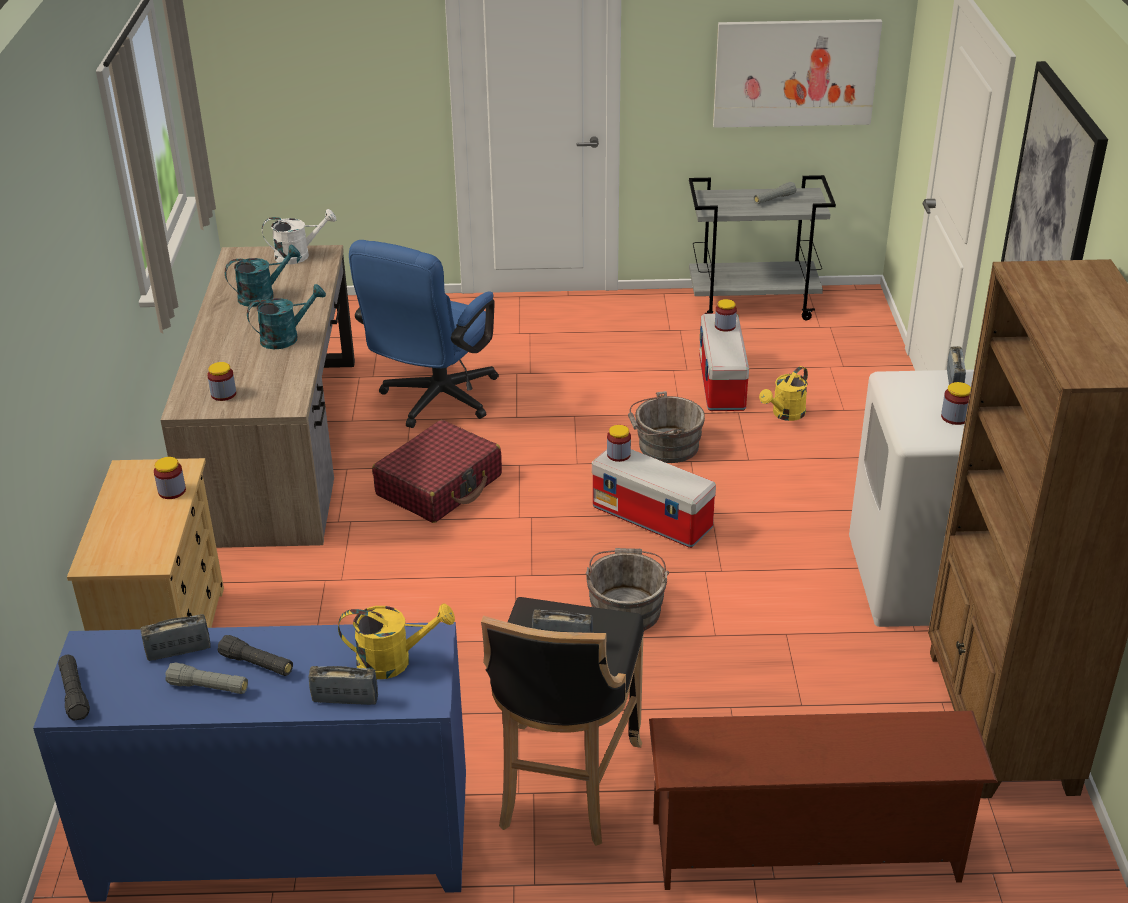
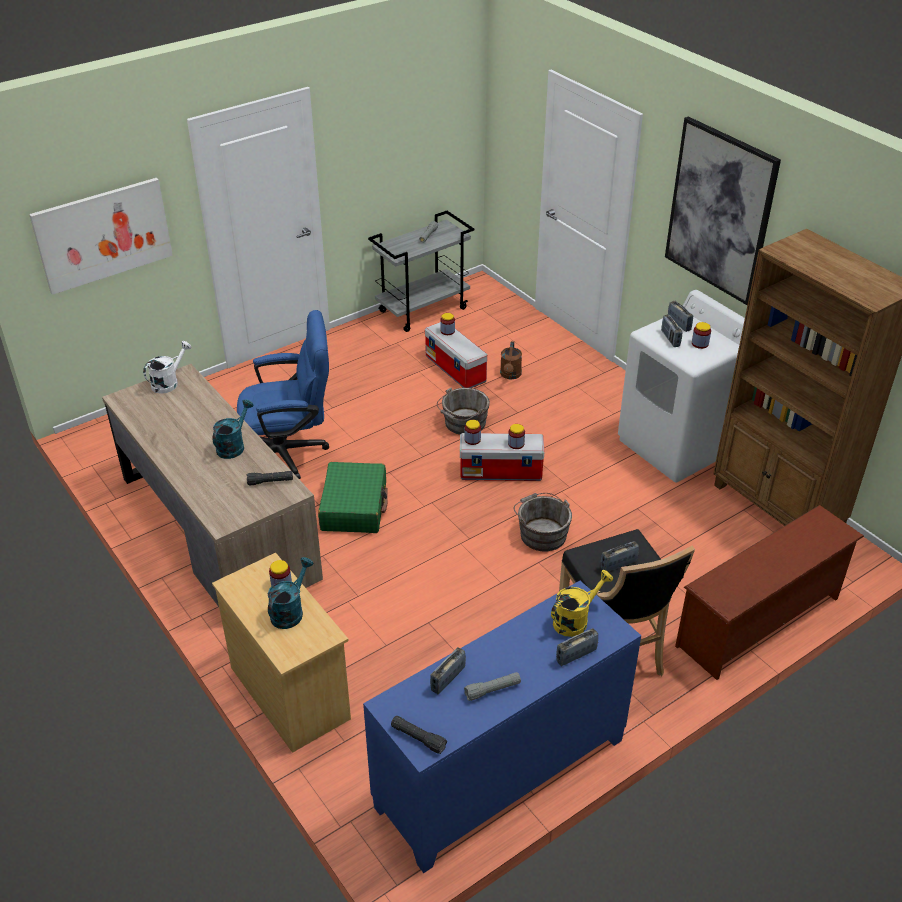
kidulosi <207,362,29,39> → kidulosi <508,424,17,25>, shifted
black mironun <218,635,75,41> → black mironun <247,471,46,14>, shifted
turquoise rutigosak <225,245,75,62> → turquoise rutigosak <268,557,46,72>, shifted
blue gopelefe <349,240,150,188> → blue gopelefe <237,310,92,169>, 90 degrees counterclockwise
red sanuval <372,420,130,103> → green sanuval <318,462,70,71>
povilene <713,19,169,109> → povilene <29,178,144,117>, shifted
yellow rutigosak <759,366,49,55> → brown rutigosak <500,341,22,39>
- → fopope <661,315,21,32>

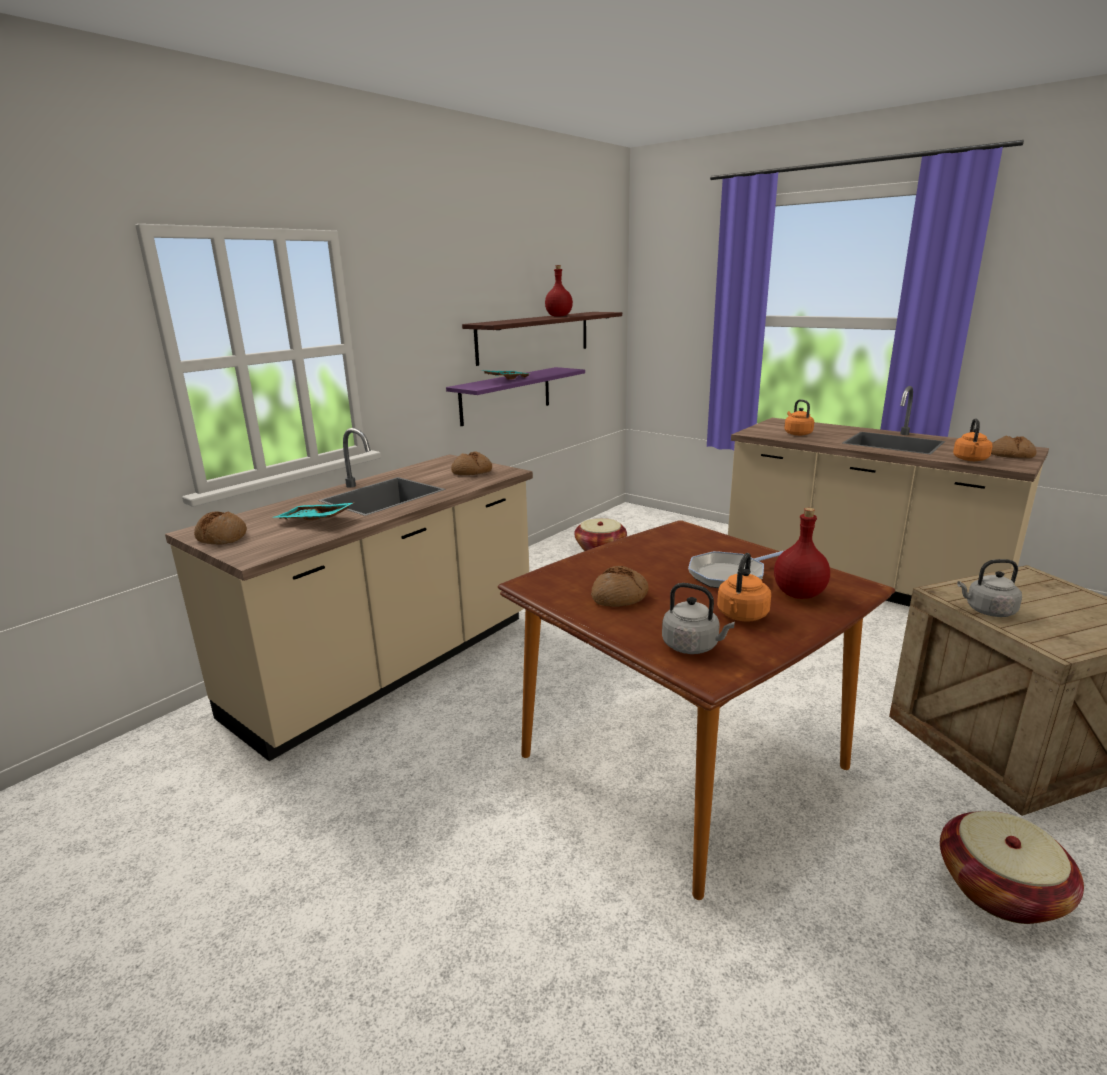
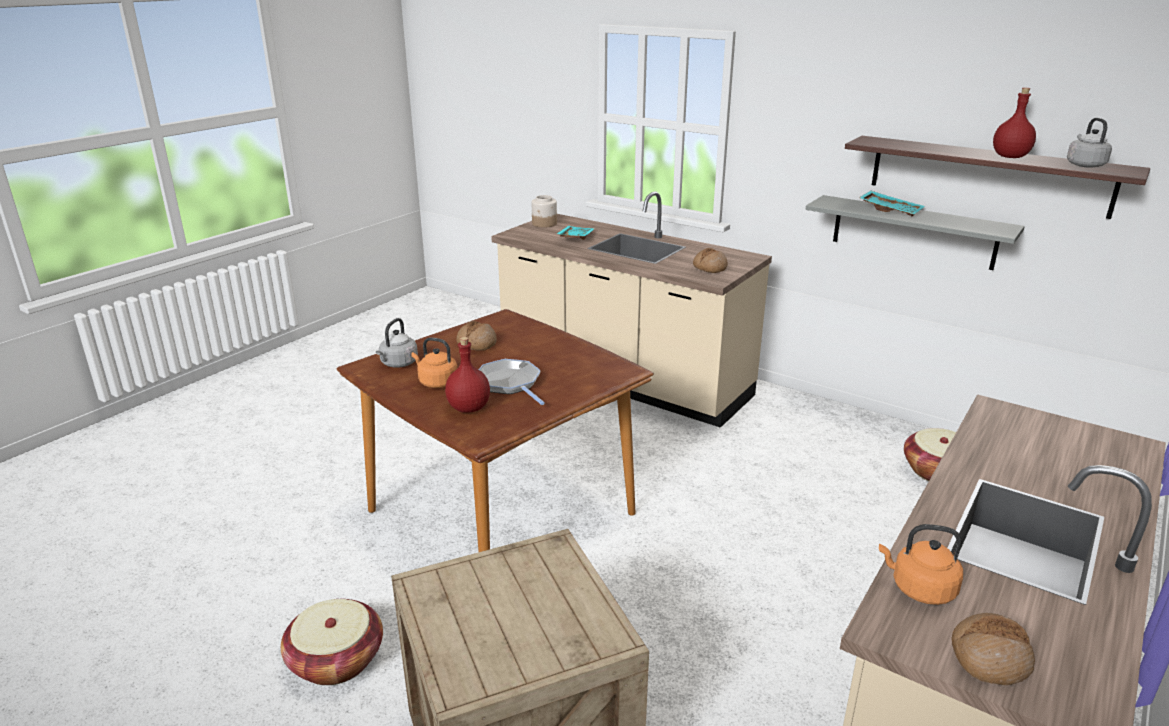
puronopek <194,511,53,34> → kidulosi <532,195,25,32>
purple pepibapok <446,367,139,59> → grey pepibapok <806,195,219,75>
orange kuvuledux <784,399,30,37> → -
grey kuvuledux <957,559,65,58> → grey kuvuledux <1067,118,45,50>, shifted

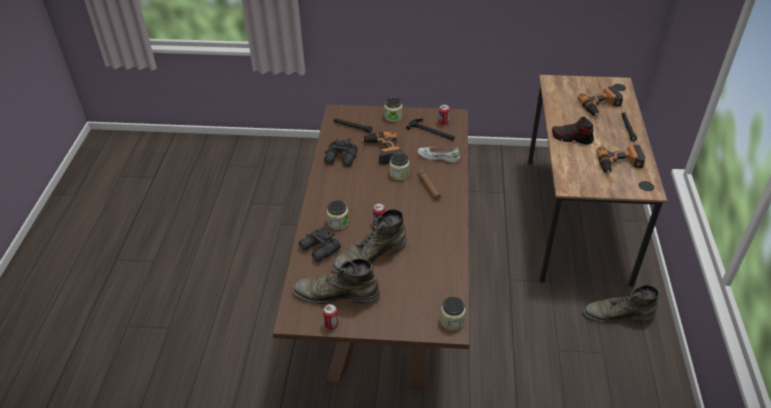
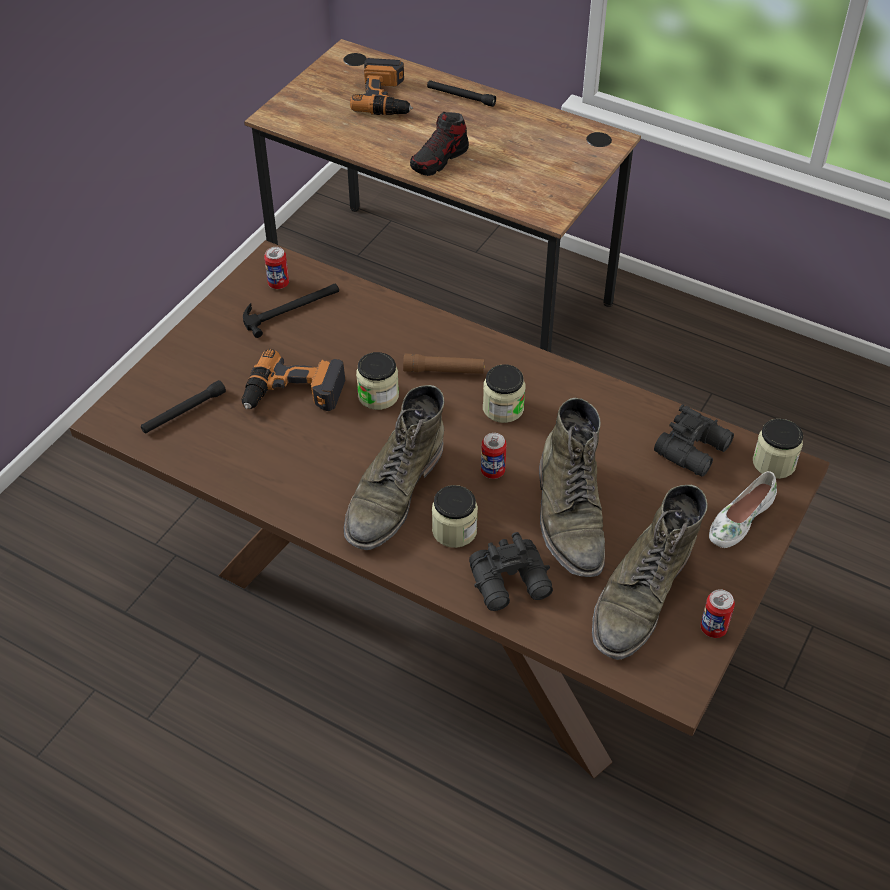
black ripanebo <324,138,34,29> → black ripanebo <654,404,80,73>, shifted
kidulosi <384,97,18,25> → kidulosi <483,364,42,59>, shifted
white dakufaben <418,147,42,16> → white dakufaben <709,471,68,77>, shifted
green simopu <583,285,76,38> → green simopu <344,385,101,165>, shifted
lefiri <596,145,50,29> → -

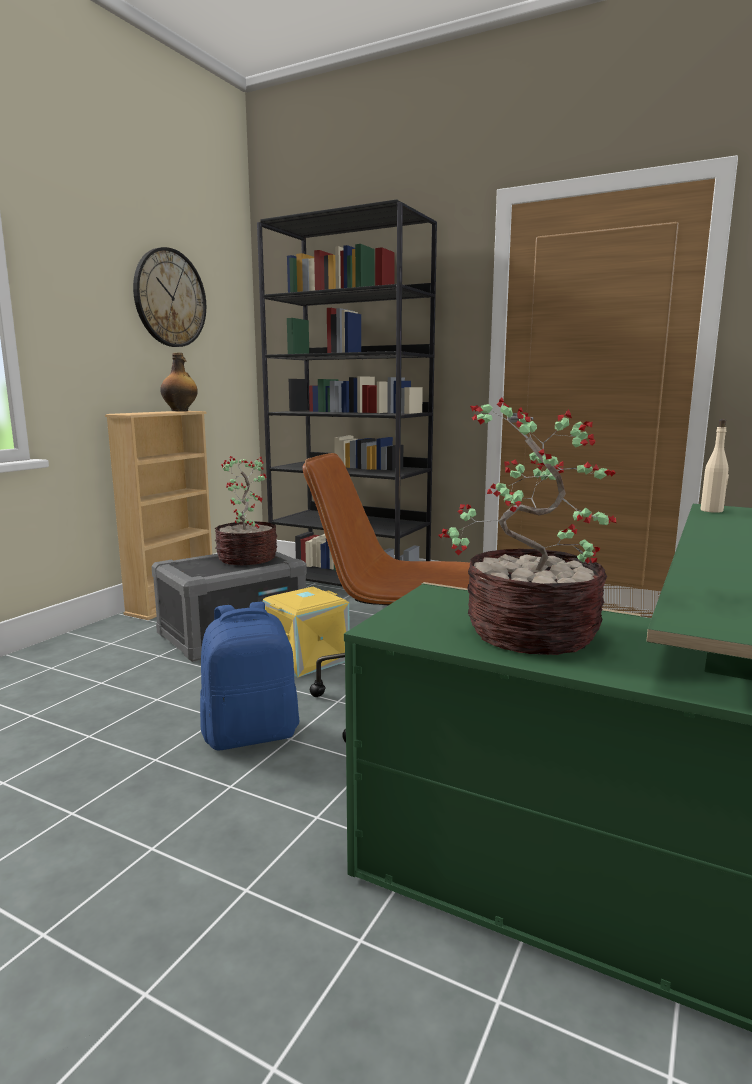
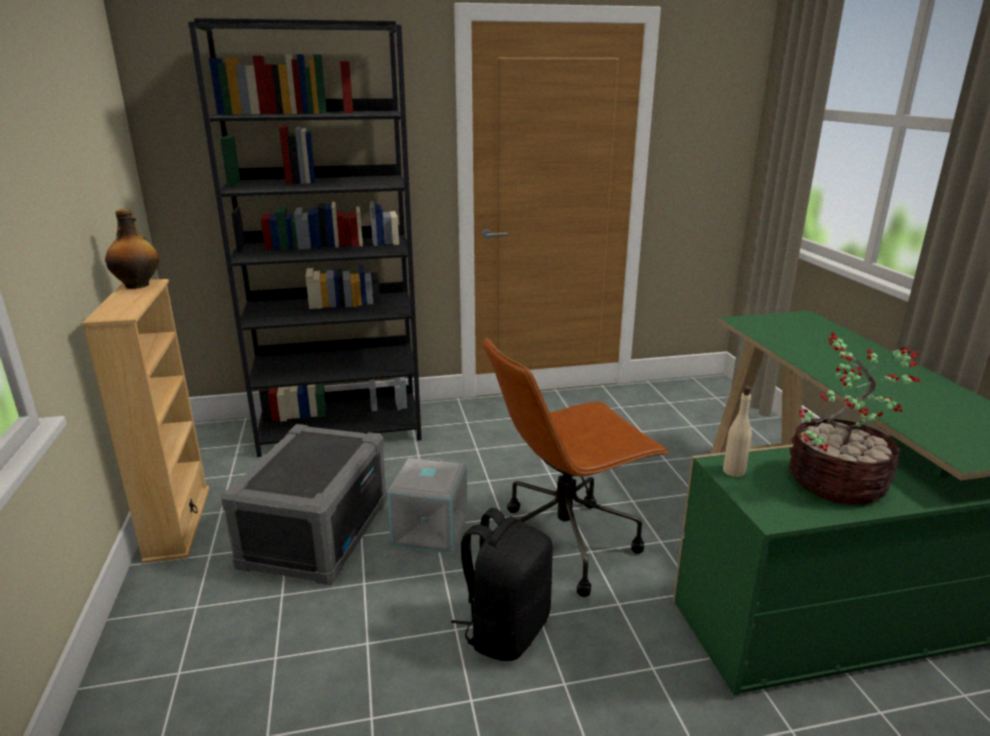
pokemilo <133,247,73,100> → -
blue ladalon <200,601,99,150> → black ladalon <451,508,102,153>
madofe <215,456,62,109> → -
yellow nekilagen <263,587,87,90> → grey nekilagen <387,457,81,97>
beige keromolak <701,419,28,94> → beige keromolak <723,386,29,91>, shifted

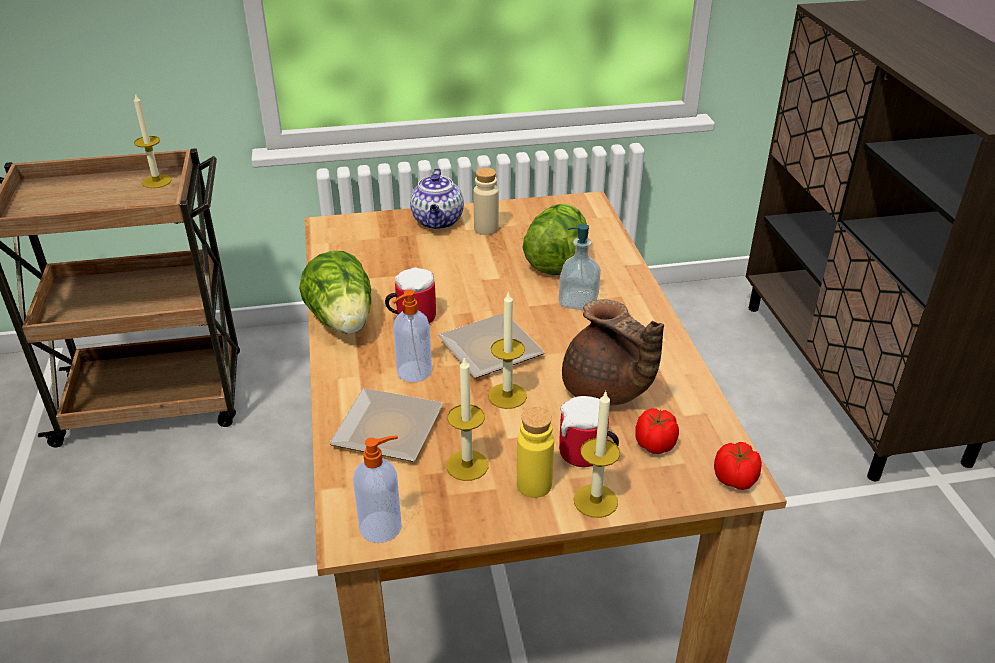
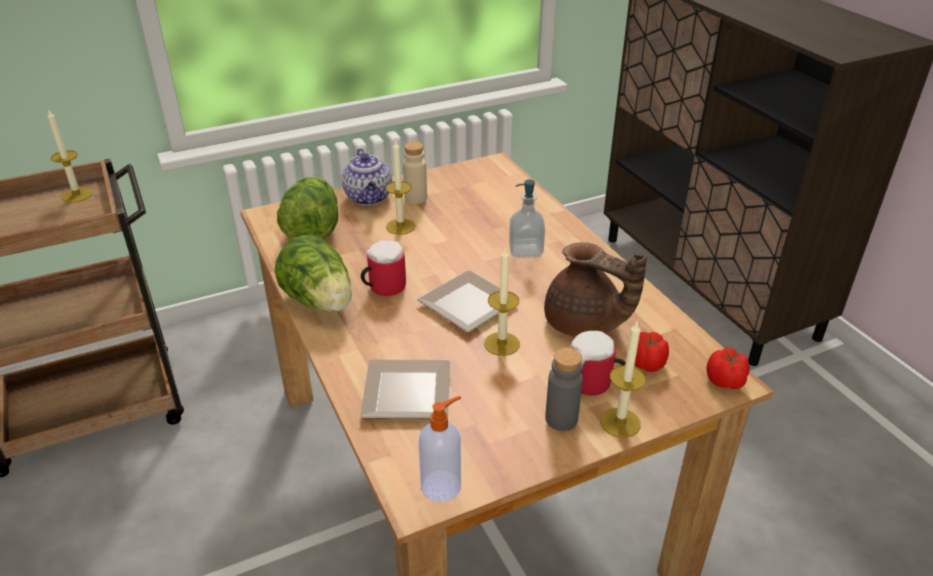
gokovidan <393,290,39,92> → -
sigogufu <446,356,42,125> → sigogufu <386,139,29,96>, shifted
yellow keromolak <517,407,37,91> → grey keromolak <545,347,38,84>
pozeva <522,203,66,72> → pozeva <277,176,61,64>, shifted

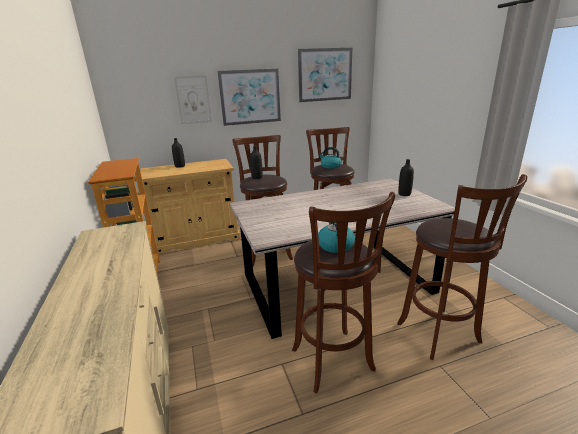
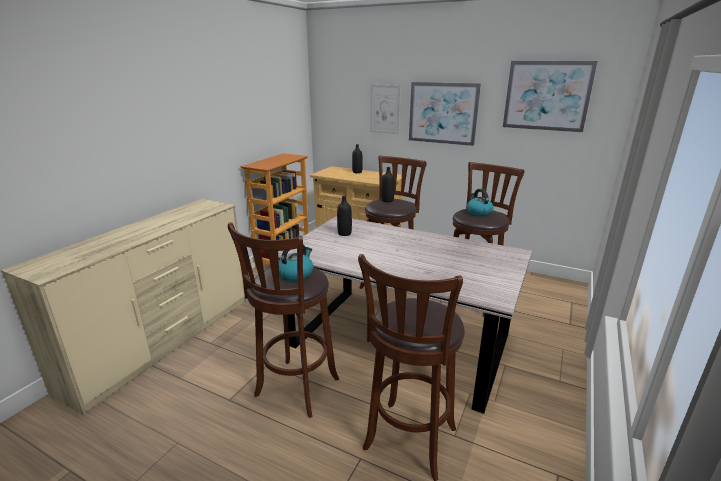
black keromolak <398,159,16,37> → black keromolak <337,196,15,40>, shifted

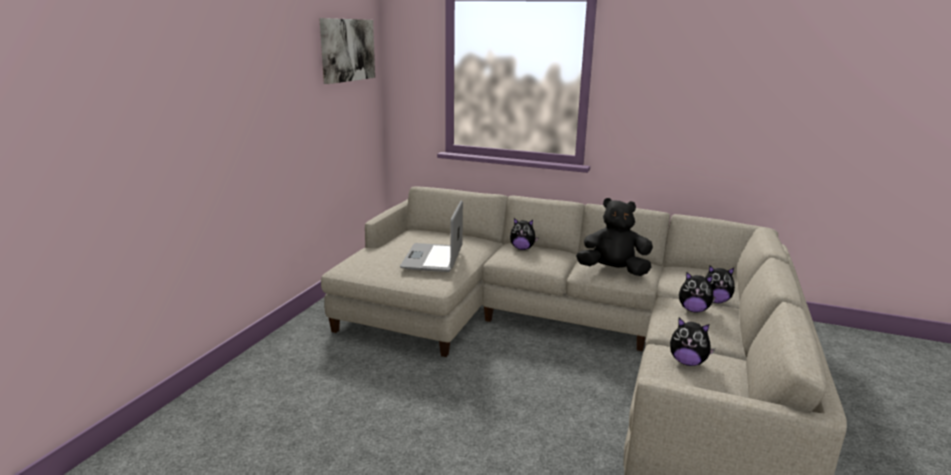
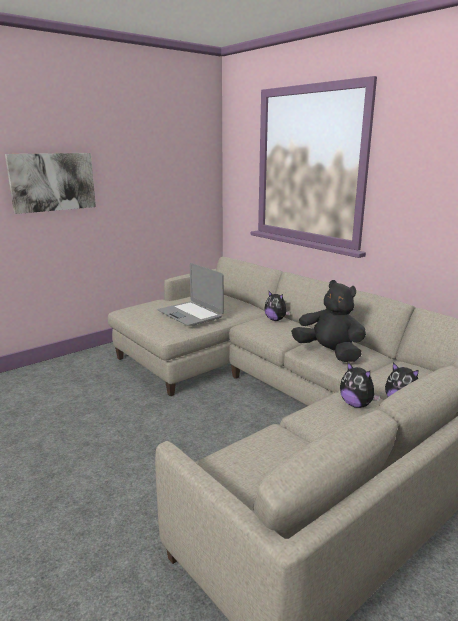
povilene <319,18,56,66> → povilene <5,153,91,61>, shifted
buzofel <400,200,63,72> → buzofel <158,263,66,63>, 75 degrees counterclockwise
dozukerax <670,318,45,48> → -

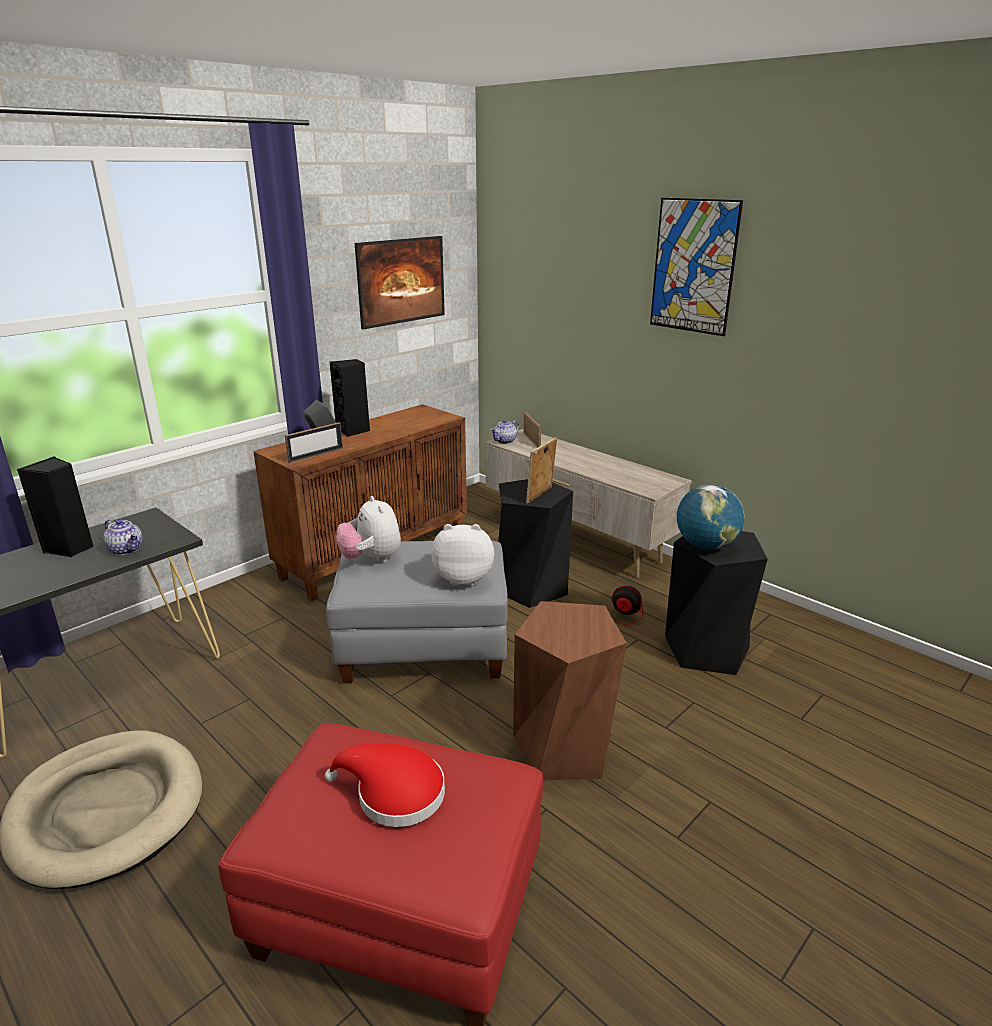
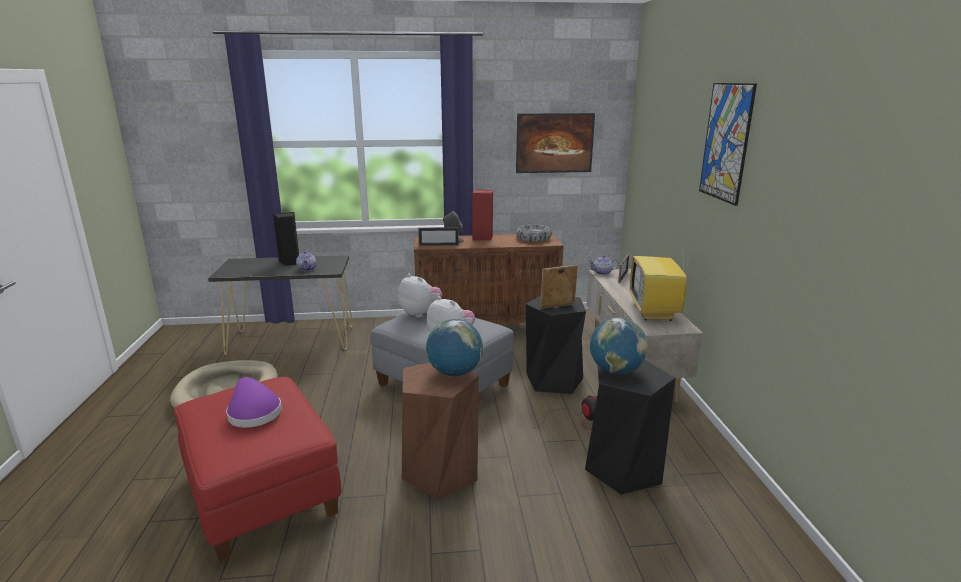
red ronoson <325,743,120,84> → purple ronoson <226,377,56,51>
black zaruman <330,359,40,78> → red zaruman <472,189,21,52>
dozukerax <336,496,65,67> → dozukerax <398,273,44,45>, 120 degrees clockwise
- → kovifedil <426,319,57,57>
- → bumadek <516,224,36,18>
- → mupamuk <629,240,62,81>

